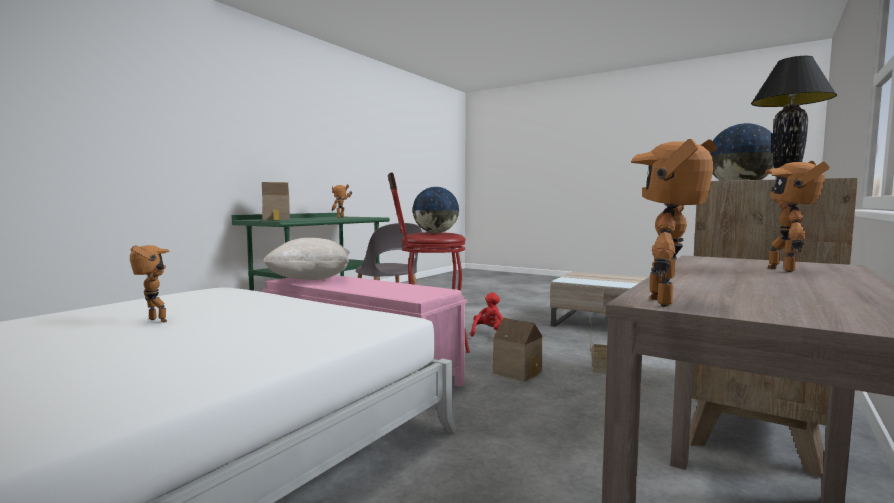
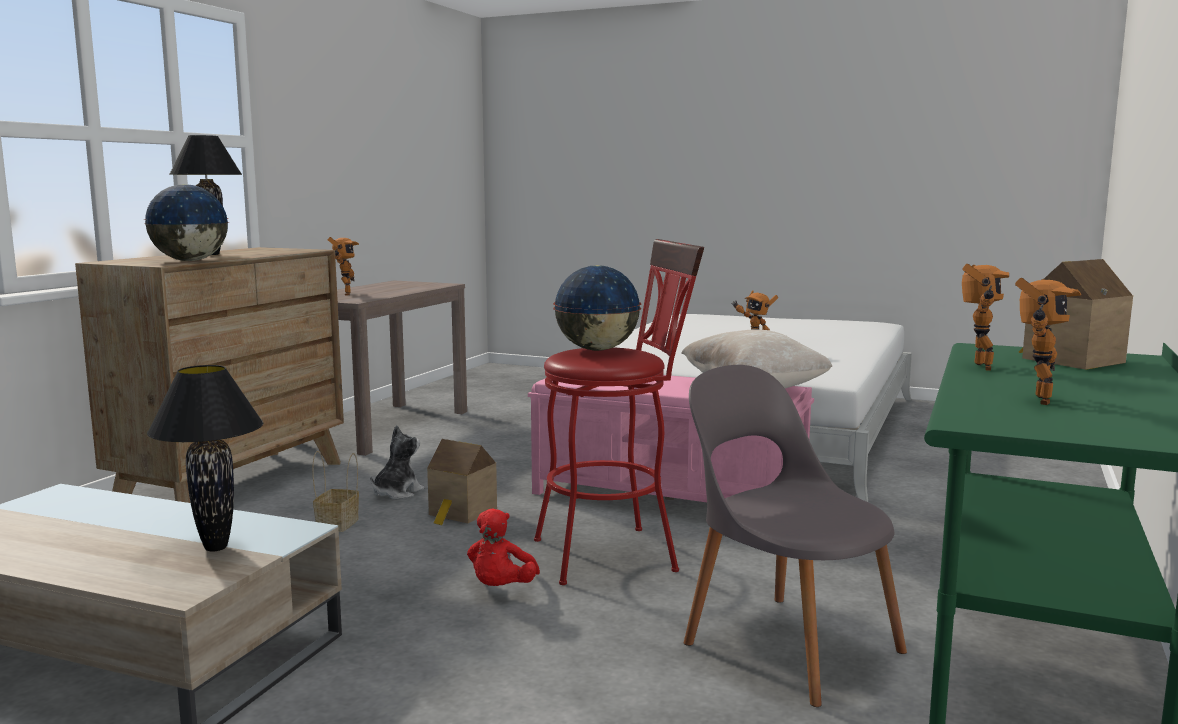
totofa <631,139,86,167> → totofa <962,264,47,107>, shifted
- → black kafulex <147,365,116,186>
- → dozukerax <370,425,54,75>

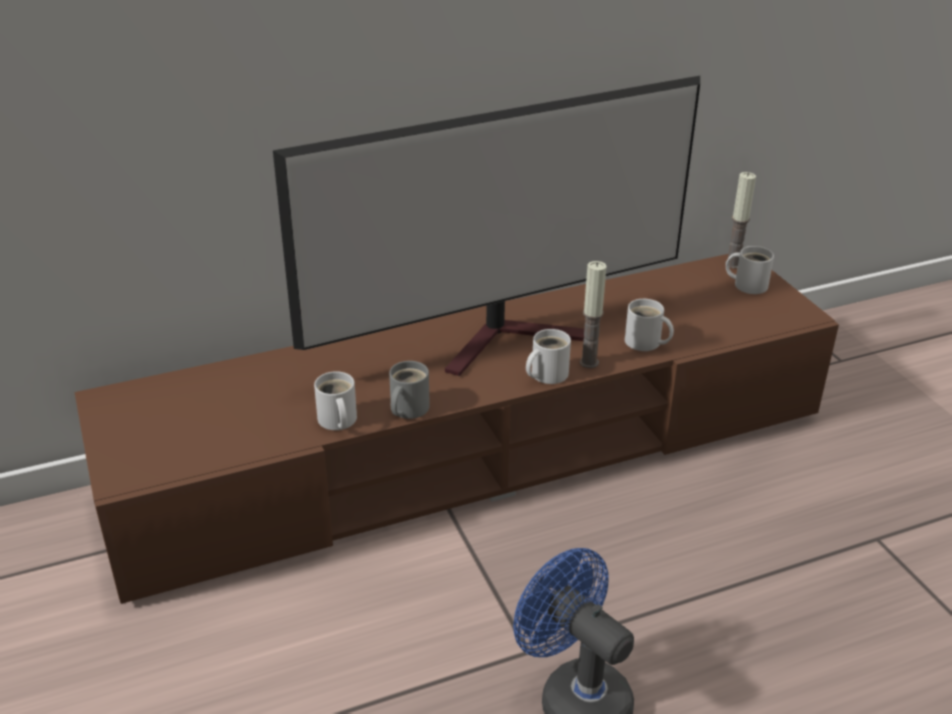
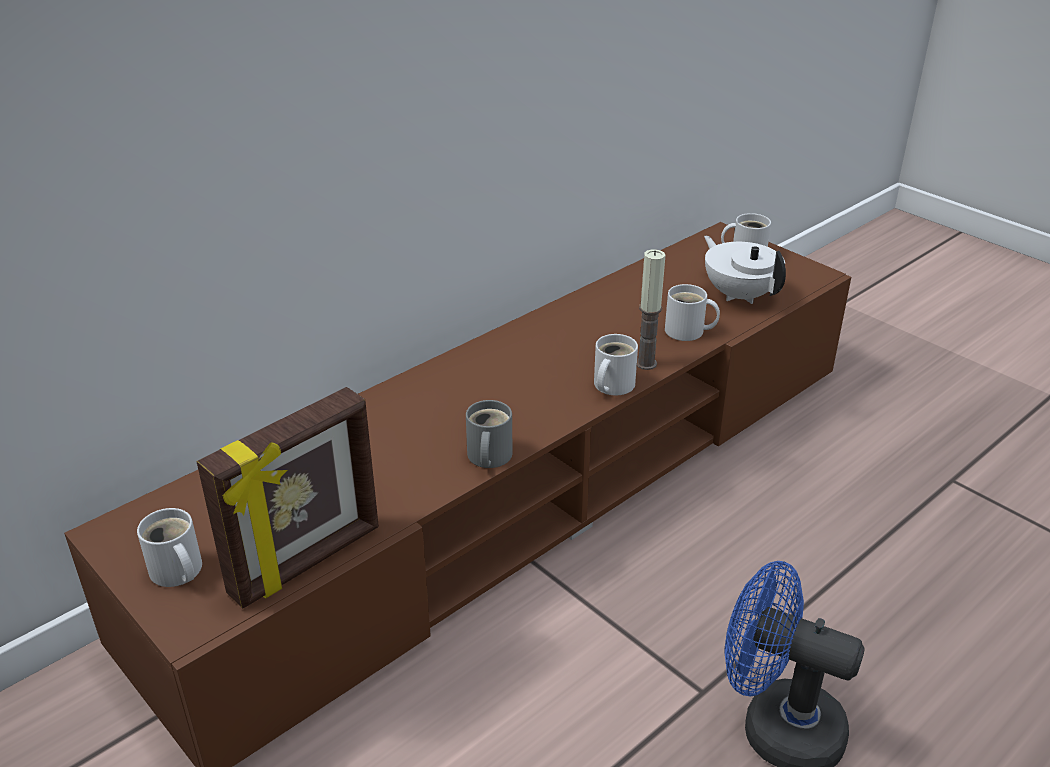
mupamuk <273,76,427,300> → -
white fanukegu <314,371,43,59> → white fanukegu <137,508,65,79>, shifted
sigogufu <725,172,31,97> → -
- → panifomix <197,387,182,221>
- → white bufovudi <704,236,82,68>

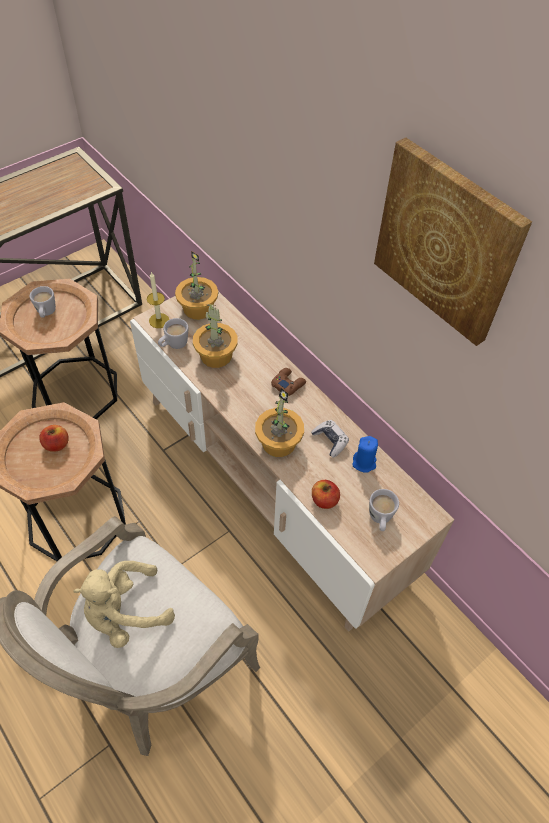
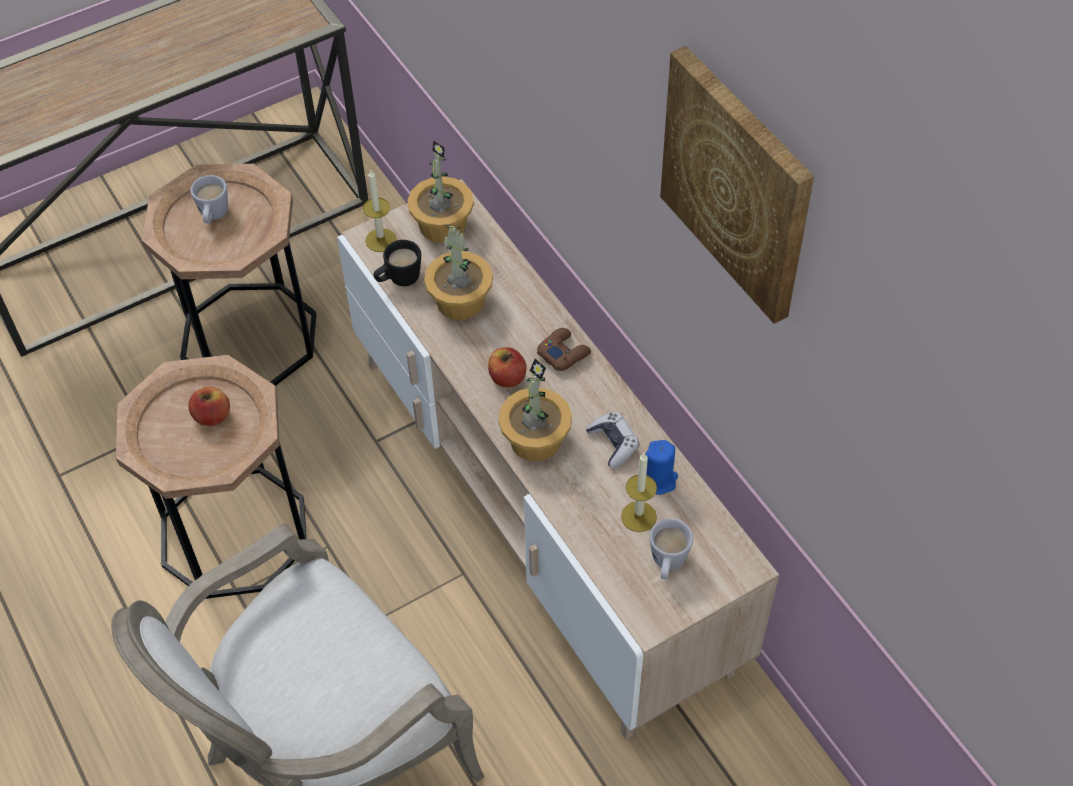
beige dozukerax <73,561,102,87> → -
white fanukegu <158,318,31,31> → black fanukegu <374,240,47,46>
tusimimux <312,480,28,29> → tusimimux <488,347,39,40>, shifted
- → sigogufu <621,453,36,79>

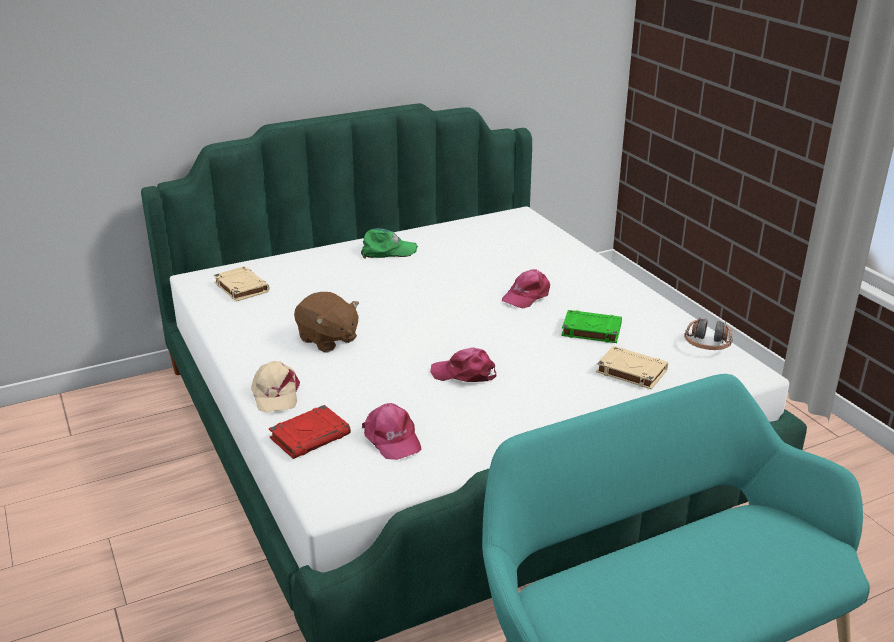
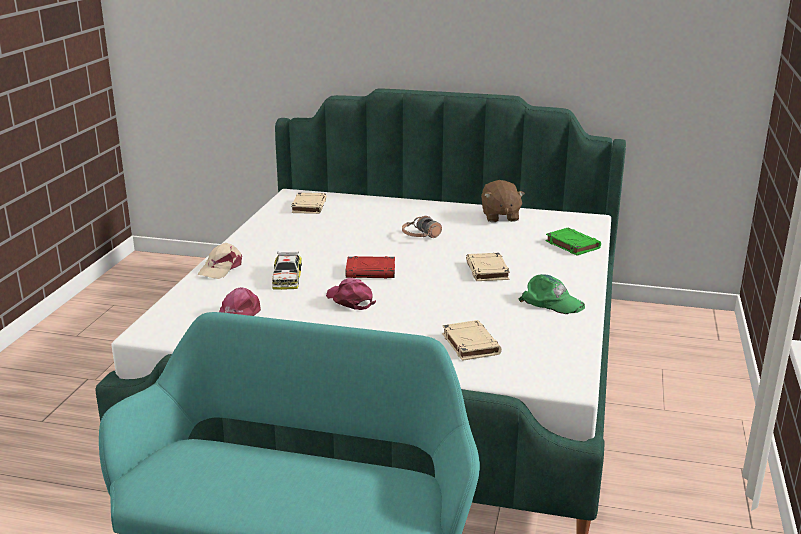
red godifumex <269,405,82,54> → red godifumex <345,256,50,22>, shifted
brown dozukerax <294,292,65,60> → brown dozukerax <481,180,44,42>, shifted
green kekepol <361,228,57,31> → green kekepol <519,274,66,40>, shifted
pink kekepol <502,269,48,40> → beige godifumex <466,253,44,28>
green godifumex <561,310,61,33> → green godifumex <546,228,55,28>, shifted
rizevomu <684,317,49,33> → rizevomu <402,216,40,22>, shifted
- → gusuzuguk <272,252,30,38>

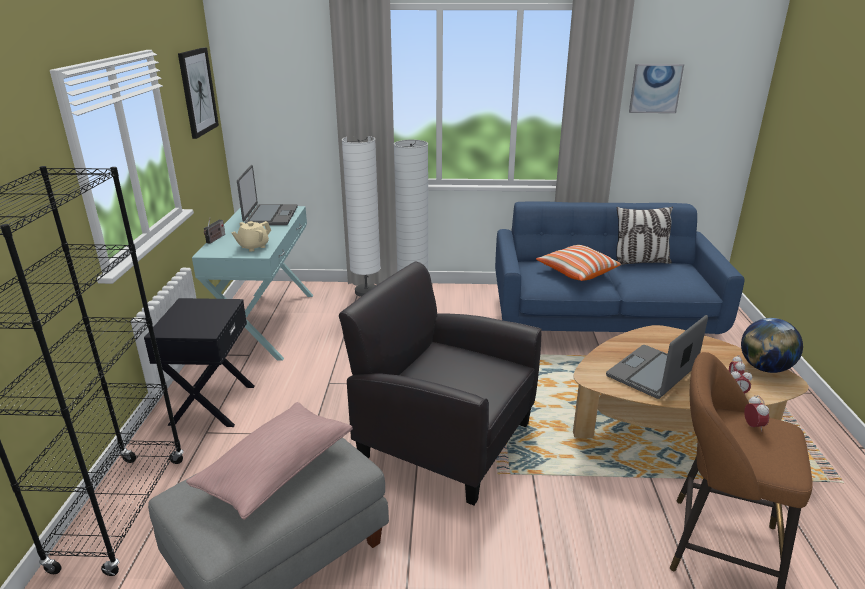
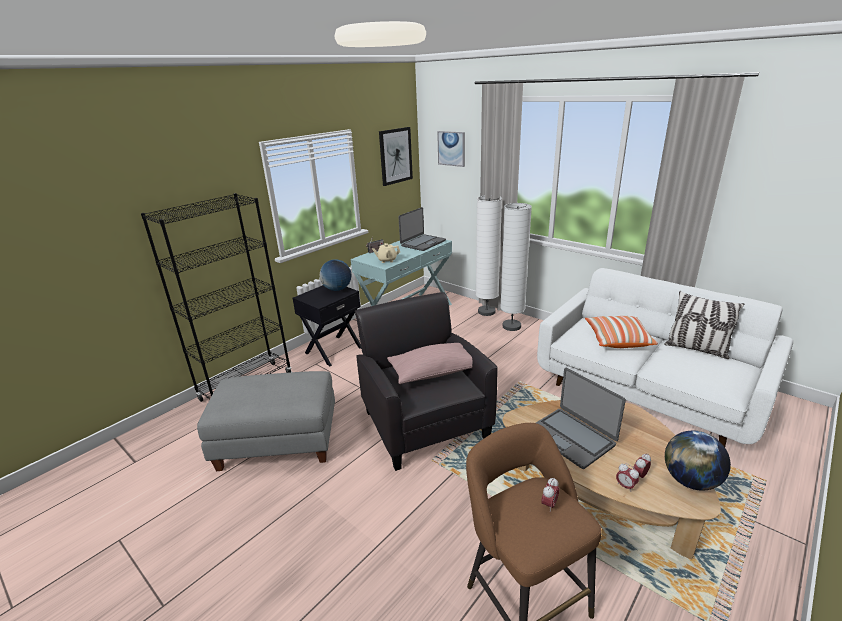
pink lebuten <186,402,167,118> → pink lebuten <387,343,85,41>, shifted
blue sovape <495,201,250,133> → white sovape <537,268,256,179>
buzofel <606,315,102,84> → buzofel <536,368,90,101>, 120 degrees counterclockwise
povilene <629,64,55,49> → povilene <437,131,28,36>, shifted
- → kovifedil <320,259,31,32>

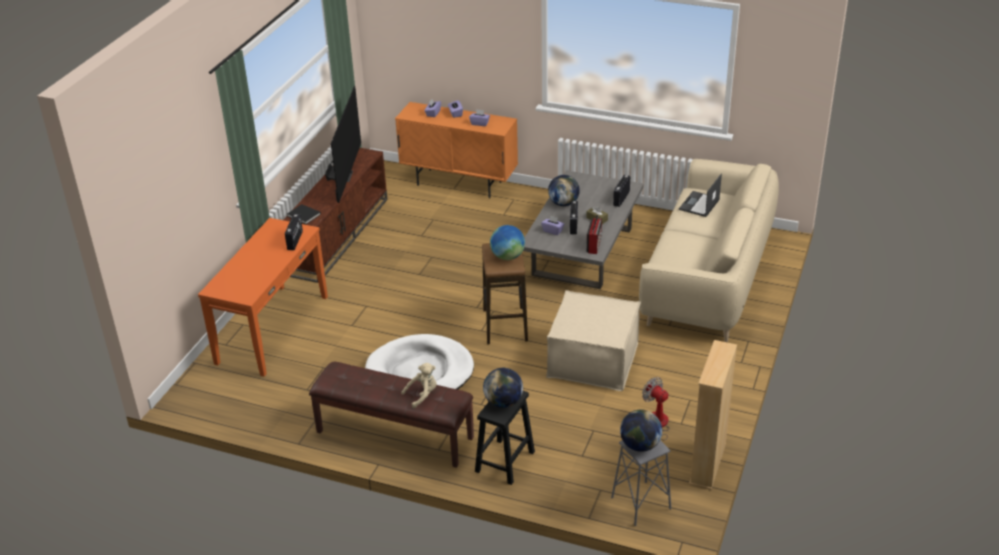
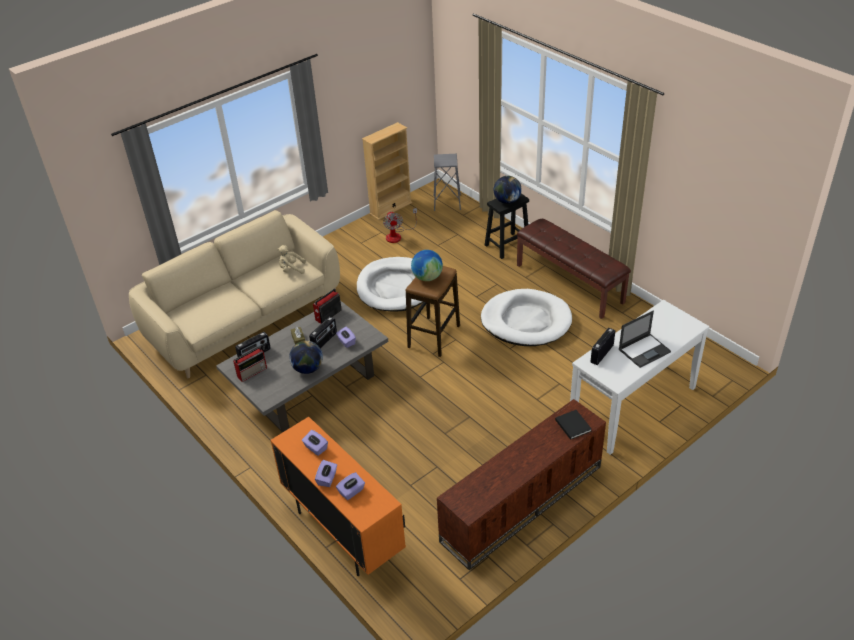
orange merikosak <198,218,130,159> → white merikosak <570,300,139,155>
mupamuk <325,86,36,117> → -
beige dozukerax <401,363,36,45> → beige dozukerax <277,245,29,29>, shifted
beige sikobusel <546,290,95,101> → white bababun <357,257,66,55>
kovifedil <620,409,42,43> → -
buzofel <679,174,43,43> → buzofel <619,310,52,58>, shifted
- → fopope <233,346,34,36>

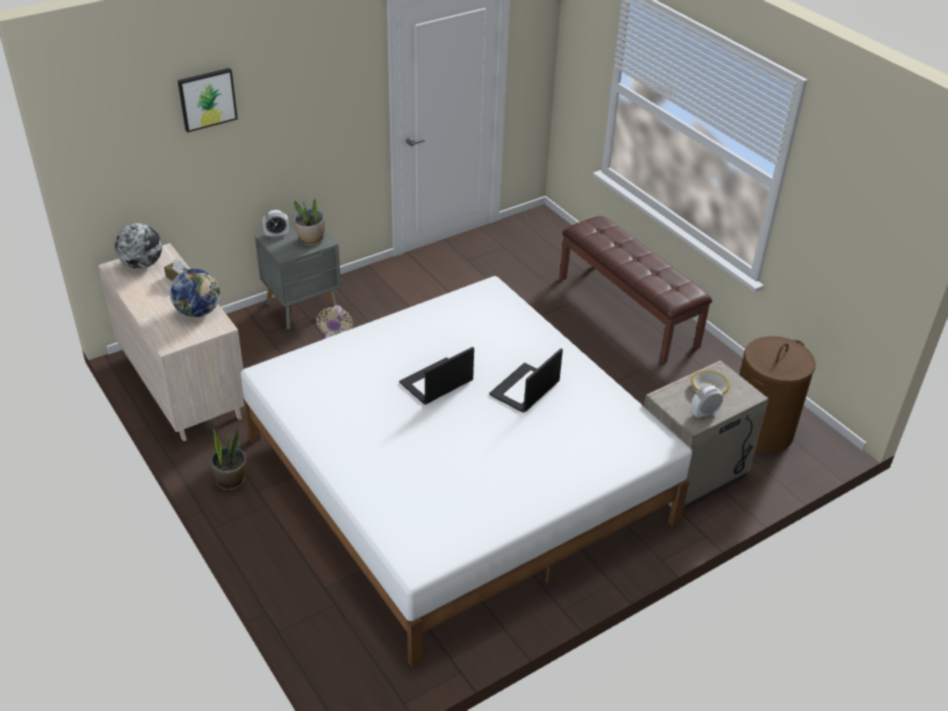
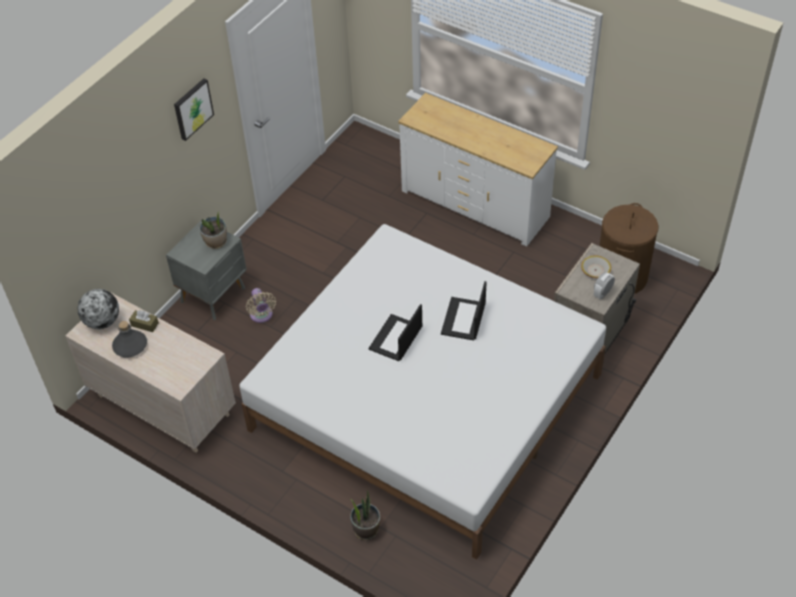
kovifedil <170,269,50,48> → -
povilene <178,68,60,64> → povilene <174,78,40,63>, shifted
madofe <211,428,35,62> → madofe <350,490,30,50>, shifted
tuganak <263,210,26,28> → -
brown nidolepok <560,216,152,148> → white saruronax <398,93,160,154>
- → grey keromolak <112,321,35,37>

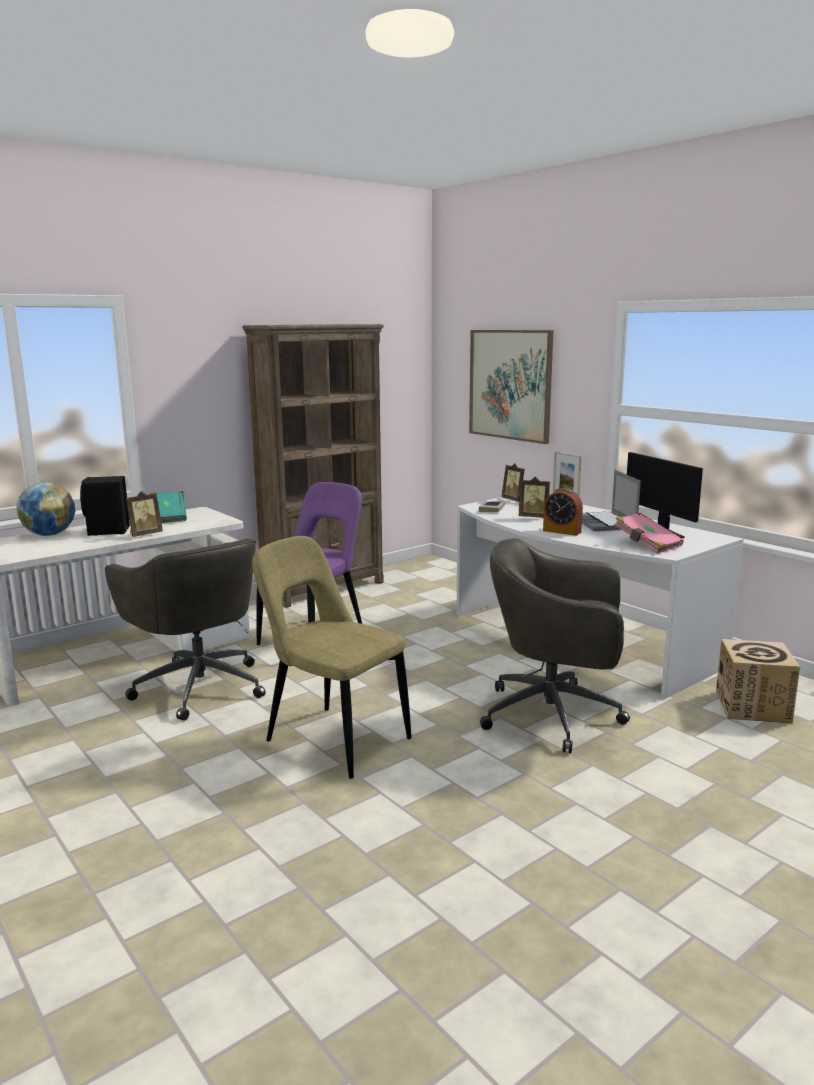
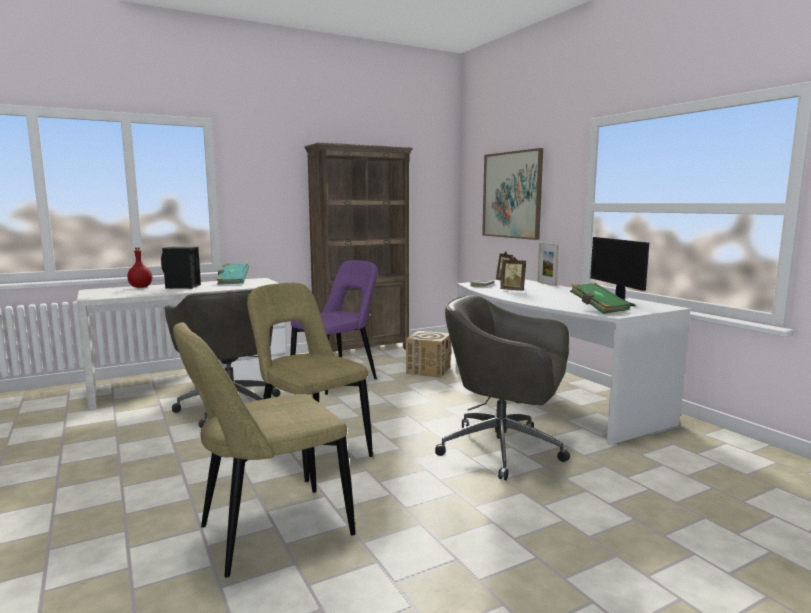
kovifedil <16,482,59,54> → red keromolak <127,247,25,41>
panifomix <126,491,37,46> → -
tuganak <543,488,40,48> → -
buzofel <582,470,59,61> → -
pink godifumex <614,513,70,41> → green godifumex <570,283,61,31>
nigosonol <716,639,84,84> → nigosonol <406,331,45,47>, shifted
- → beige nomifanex <173,322,182,256>

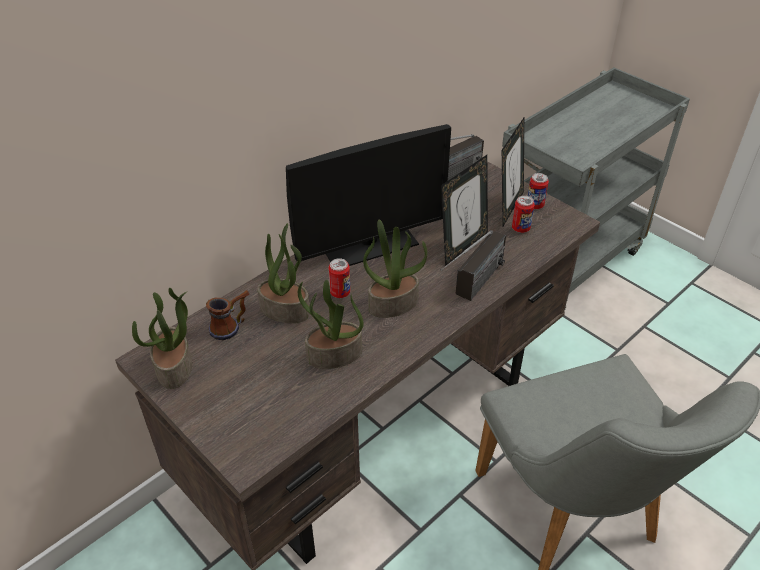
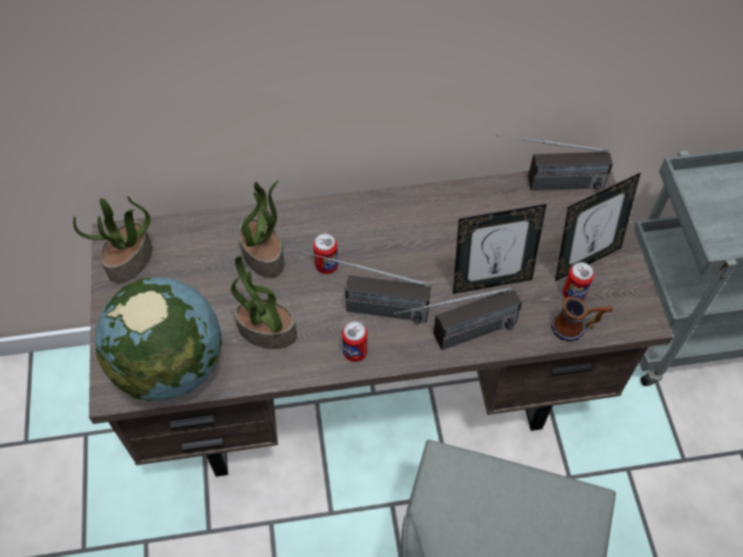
fanukegu <206,290,43,50> → fanukegu <551,296,62,45>, shifted
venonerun <286,124,165,142> → -
madofe <363,220,64,98> → fopope <301,251,130,73>
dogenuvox <528,173,21,36> → dogenuvox <342,321,25,41>, shifted
- → kovifedil <95,277,127,124>

